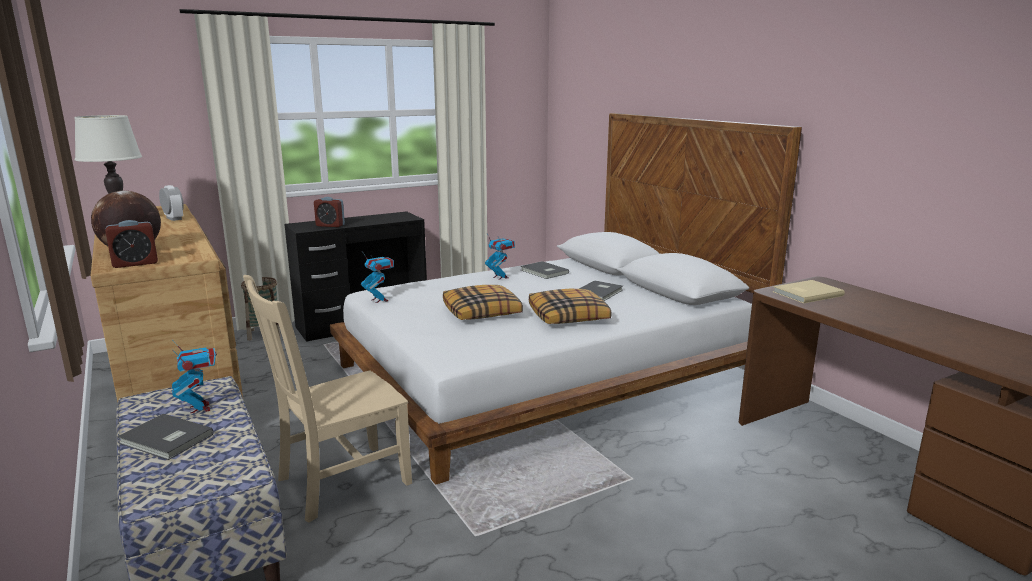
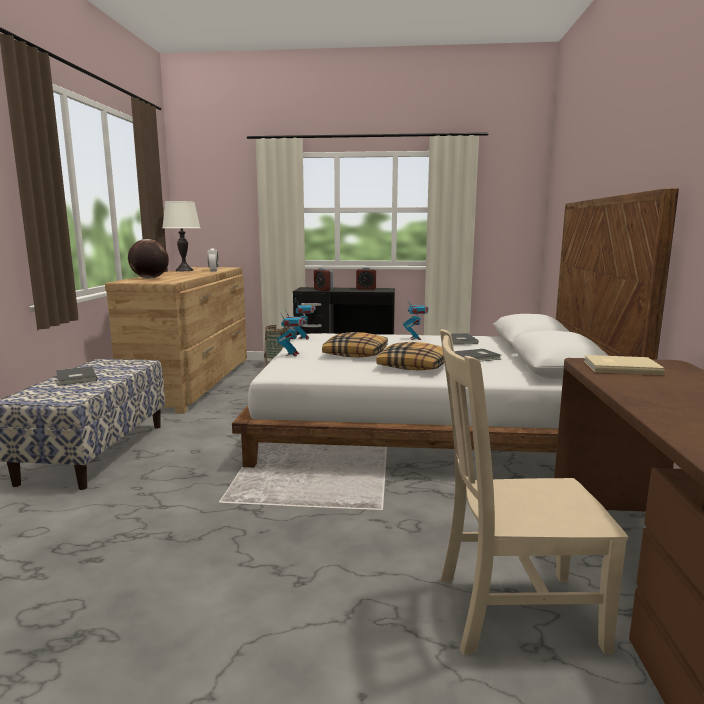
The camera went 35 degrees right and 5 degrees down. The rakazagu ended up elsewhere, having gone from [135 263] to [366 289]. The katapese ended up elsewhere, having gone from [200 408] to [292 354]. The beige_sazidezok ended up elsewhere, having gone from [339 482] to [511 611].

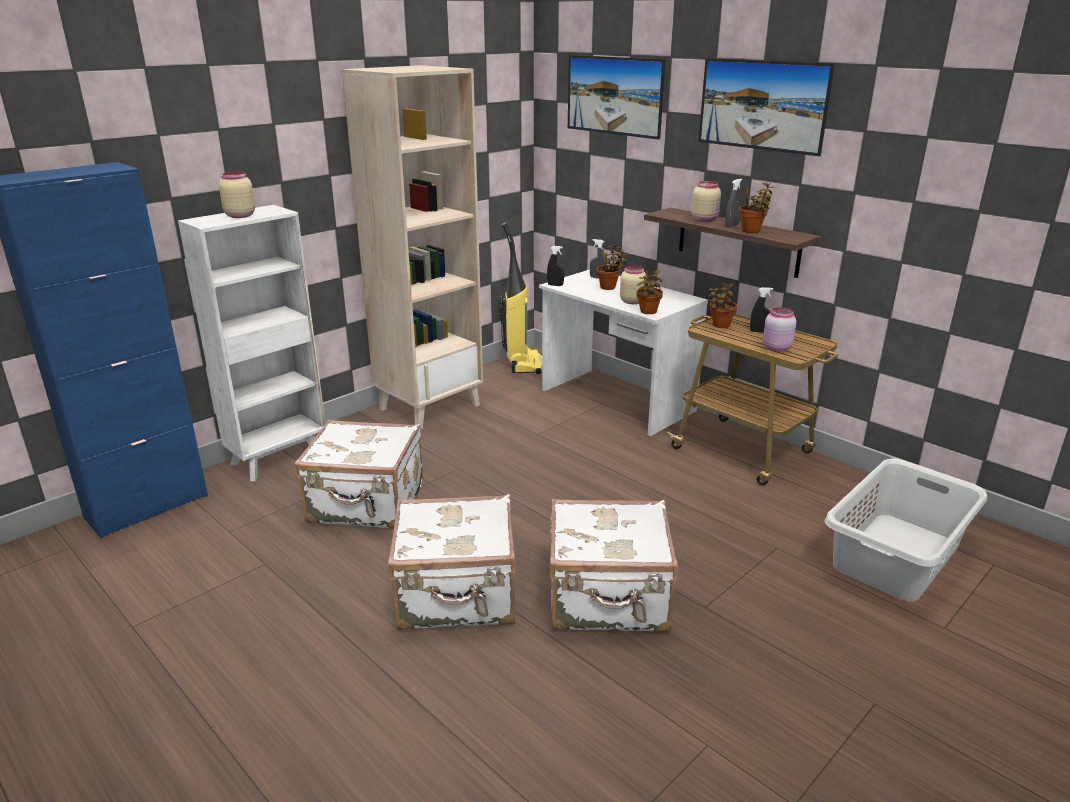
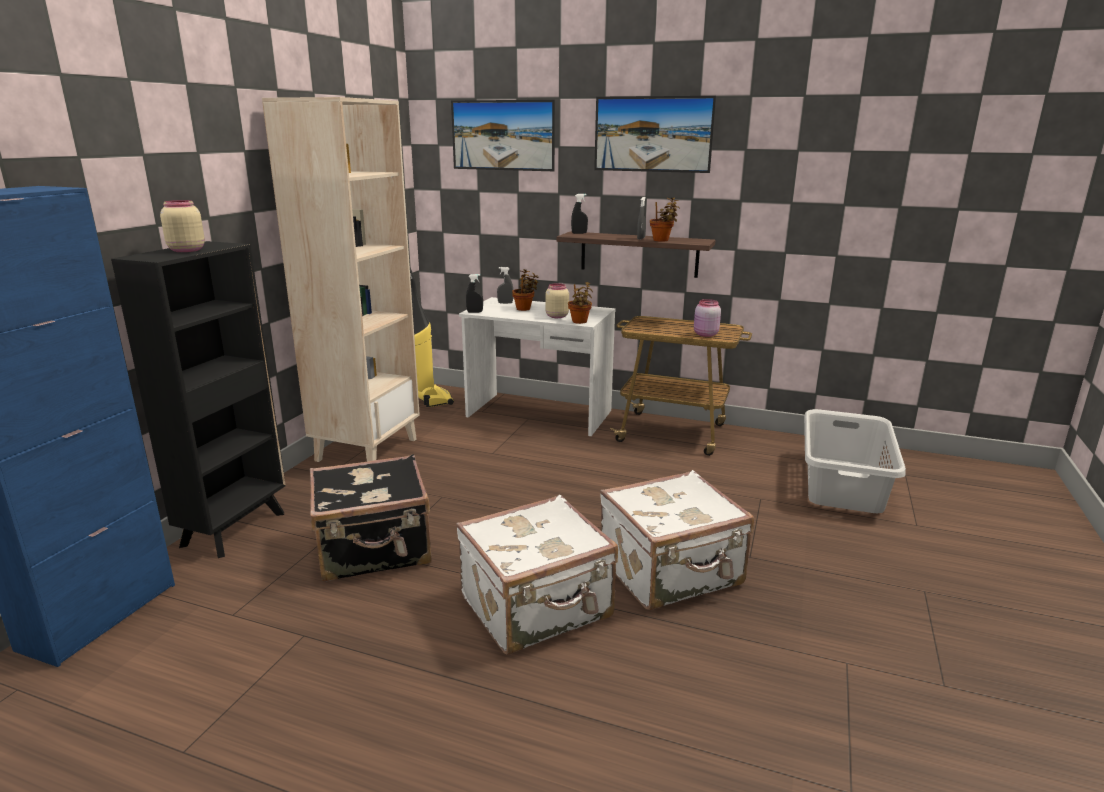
The camera went 25 degrees left and 5 degrees down. What was the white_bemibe at [279 458] turned into the black_bemibe at [236 528]. What was the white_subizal at [367 505] turned into the black_subizal at [374 550]. The second view lost the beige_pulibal at [705 219]. The second view lost the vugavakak at [720 326]. The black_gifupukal ended up elsewhere, having gone from [759 331] to [579 233].

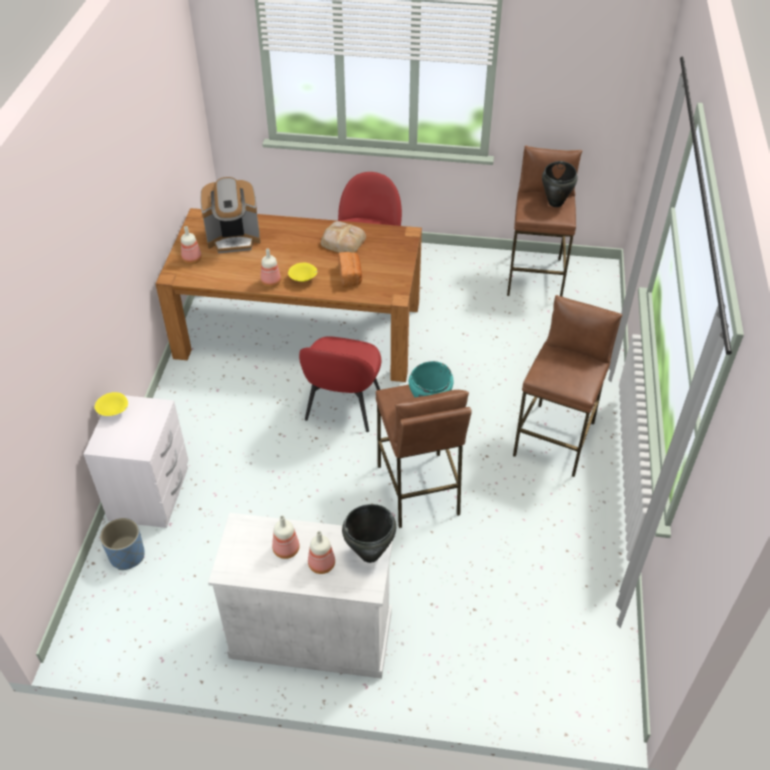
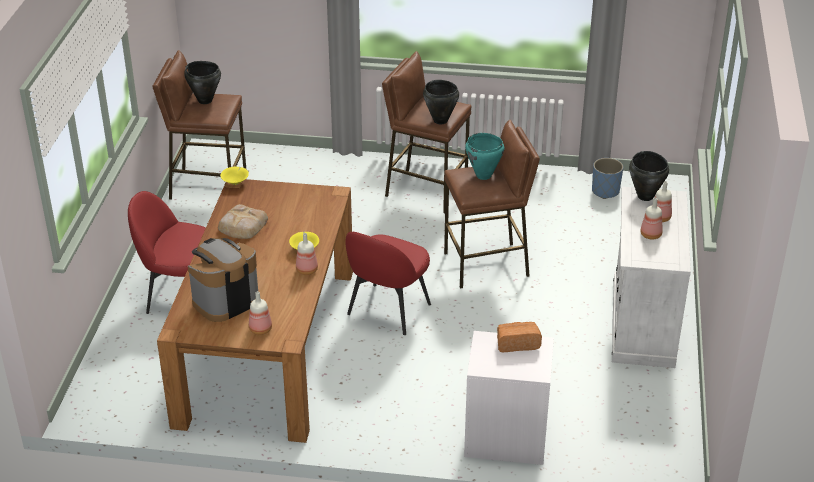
The camera went 90 degrees left and 10 degrees down. The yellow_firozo ended up elsewhere, having gone from [114 412] to [235 182]. The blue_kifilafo ended up elsewhere, having gone from [127 555] to [605 191]. The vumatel at [234 238] ended up facing another way, 120 degrees counterclockwise from before. The red_sazidezok at [342 408] ended up facing another way, 105 degrees clockwise from before. The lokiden ended up elsewhere, having gone from [350 276] to [517 344]. The second view gained the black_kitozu at [440 121].

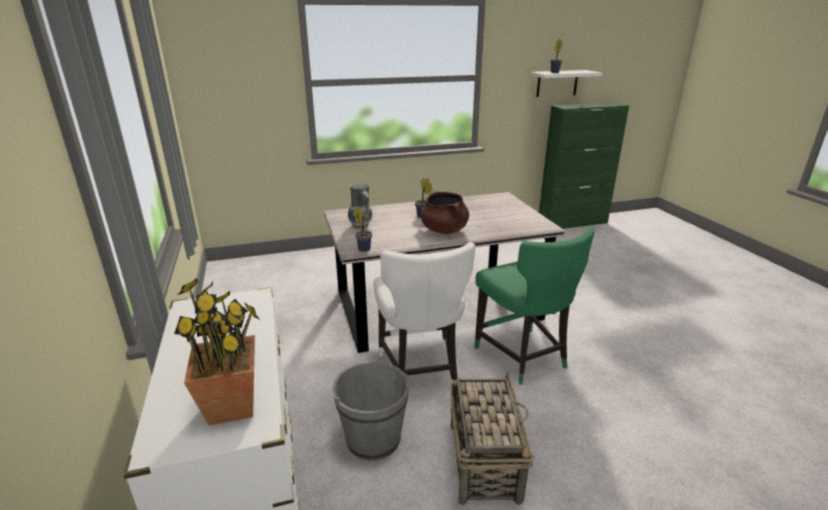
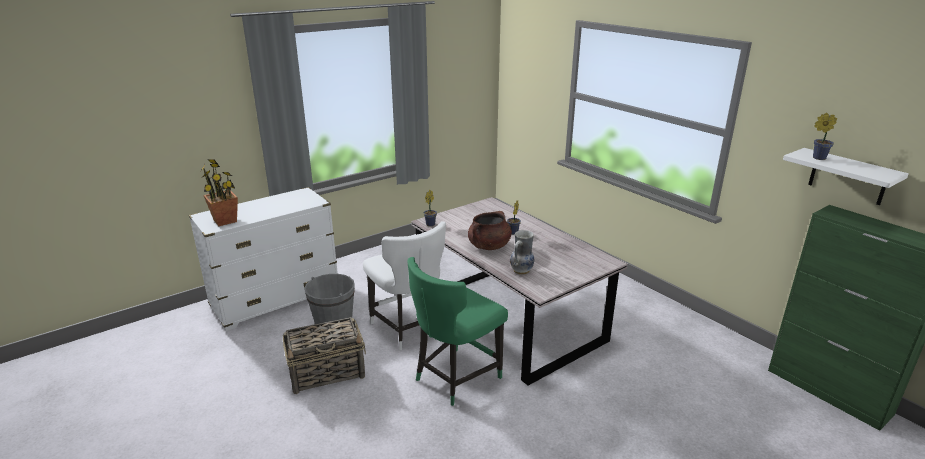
The camera went 70 degrees right and 0 degrees up. The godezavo ended up elsewhere, having gone from [361 225] to [522 271]. The white_sazidezok at [420 372] ended up facing another way, 90 degrees counterclockwise from before.

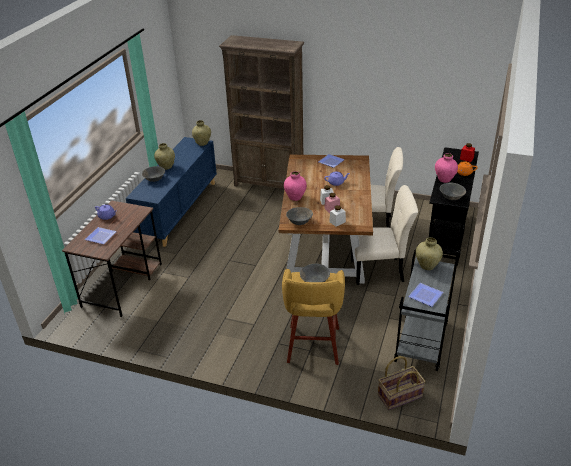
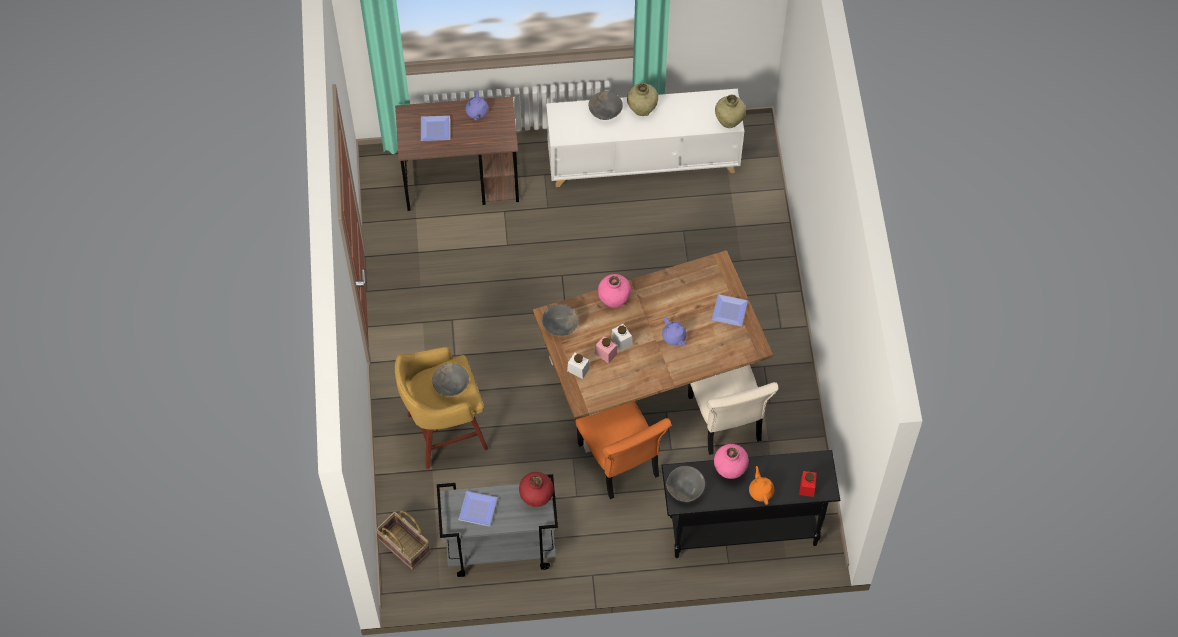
The camera went 65 degrees right and 25 degrees up. What was the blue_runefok at [179 210] turned into the white_runefok at [643 161]. The second view lost the brown_bemibe at [269 184]. What was the beige_sazidezok at [379 271] turned into the orange_sazidezok at [620 463]. What was the beige_godezavo at [427 266] turned into the red_godezavo at [536 498].

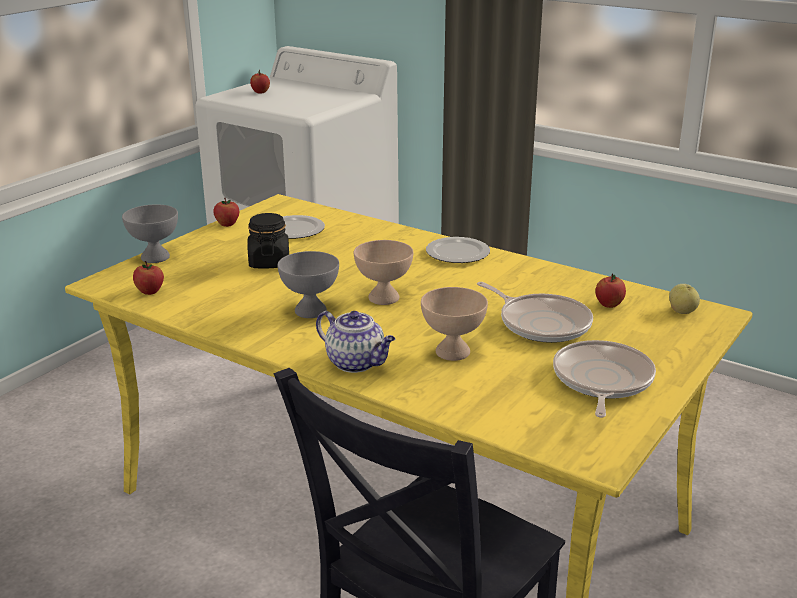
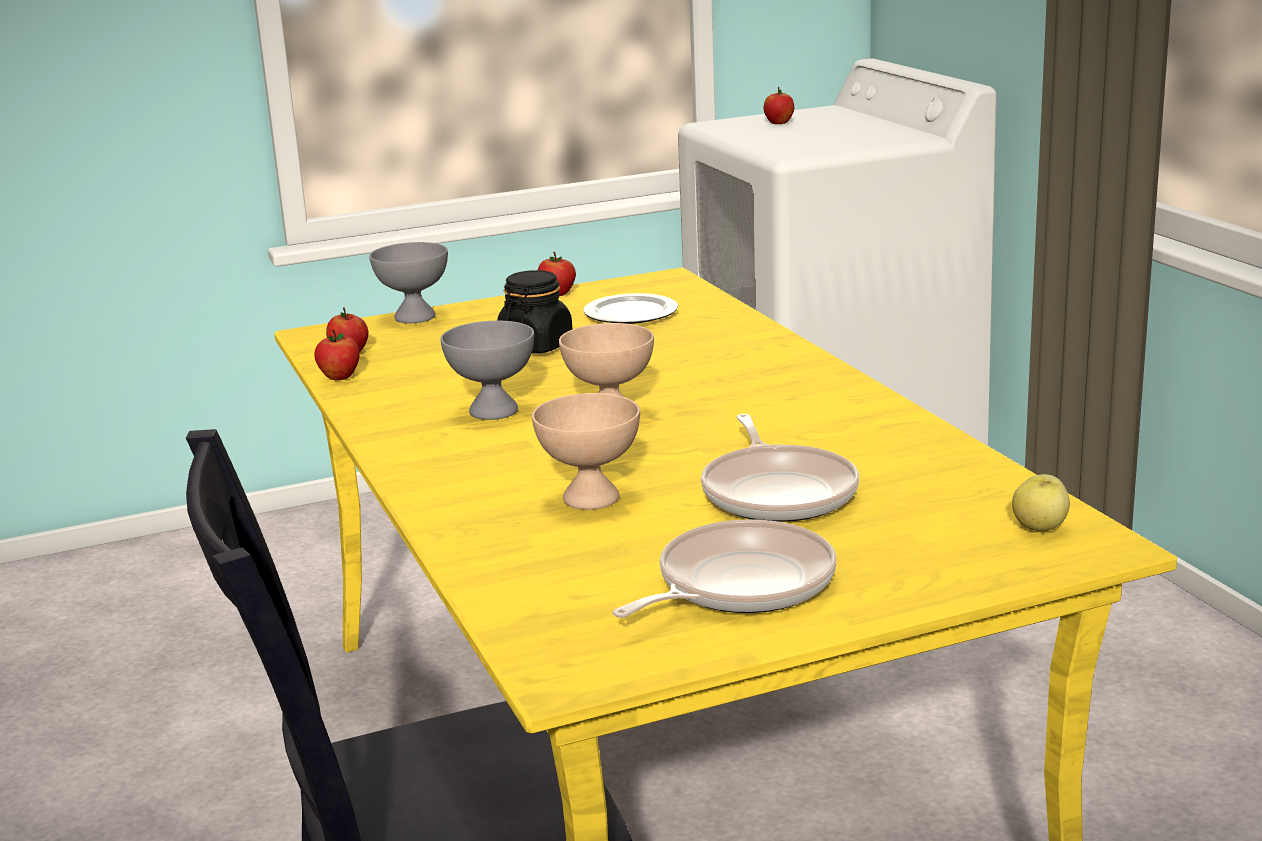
The camera went 35 degrees right and 5 degrees down. The second view lost the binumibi at [357 363]. The second view lost the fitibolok at [456 253]. The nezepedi ended up elsewhere, having gone from [609 304] to [339 377].

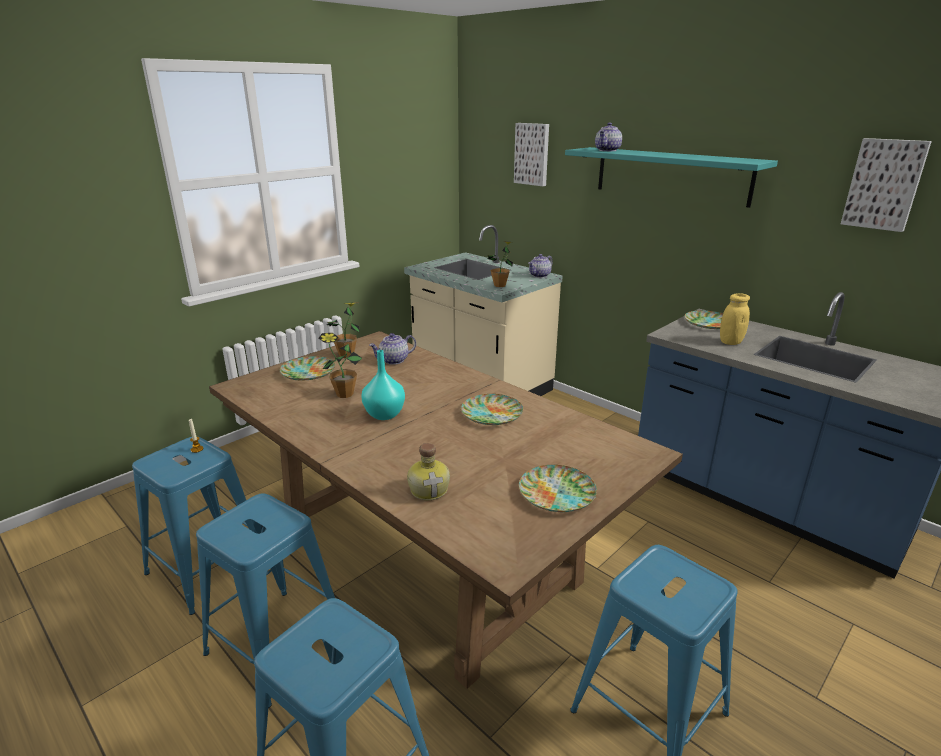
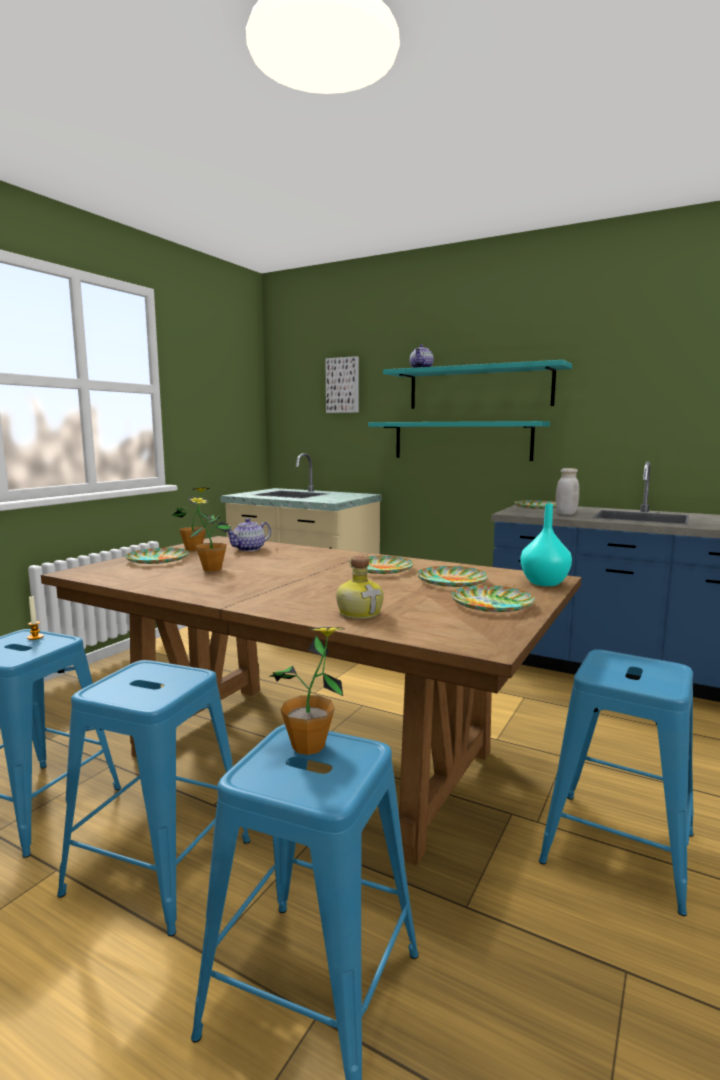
The camera went 15 degrees left and 15 degrees down. The turquoise_godezavo ended up elsewhere, having gone from [383 414] to [543 583]. The vugavakak ended up elsewhere, having gone from [500 285] to [308 746]. The second view lost the binumibi at [540 275]. What was the yellow_pulibal at [730 342] turned into the white_pulibal at [566 514]. The second view lost the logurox at [884 184]. The second view gained the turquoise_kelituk at [461 440]. The second view gained the fitibolok at [452 581].

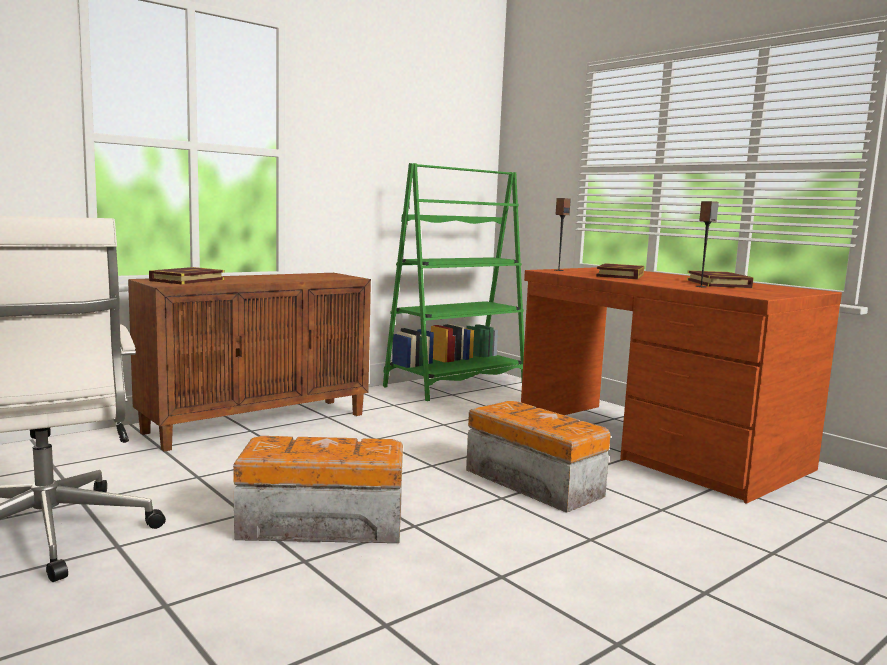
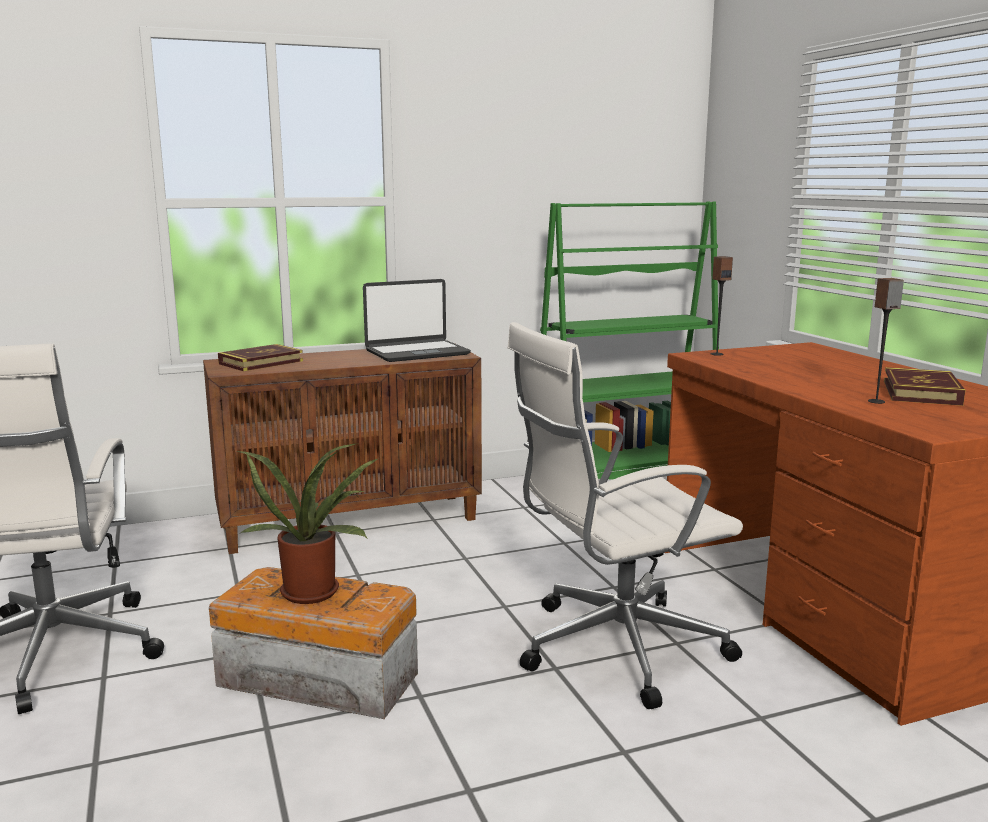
The camera went 20 degrees right and 5 degrees up. Where the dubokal stood at [533 482], the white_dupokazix came to stand at [615 648]. The second view lost the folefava at [620 275]. The second view gained the vugavakak at [314 590]. The second view gained the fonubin at [416 352].

